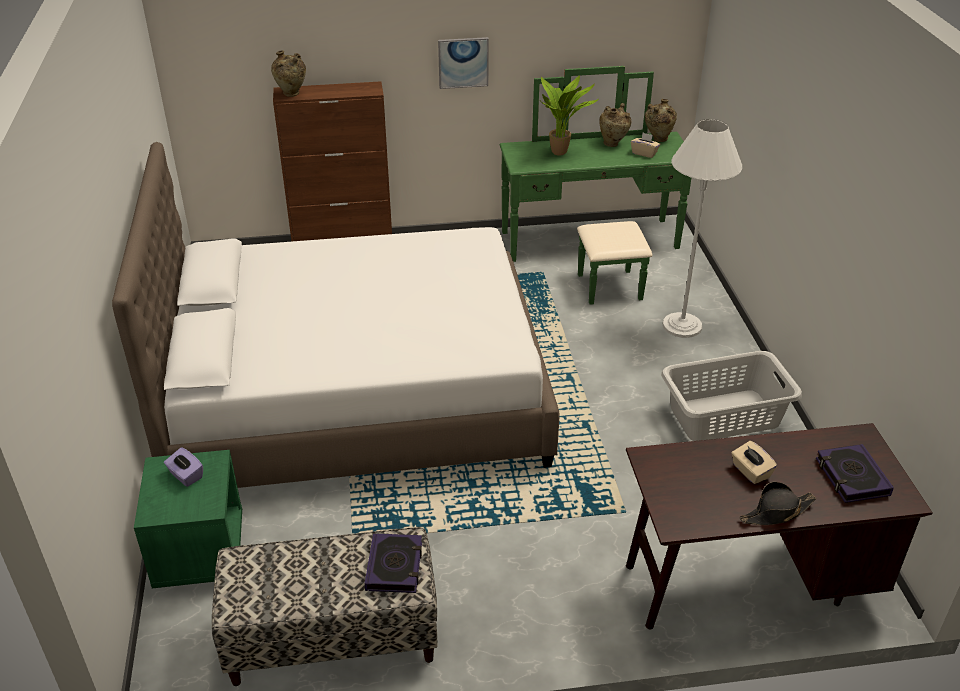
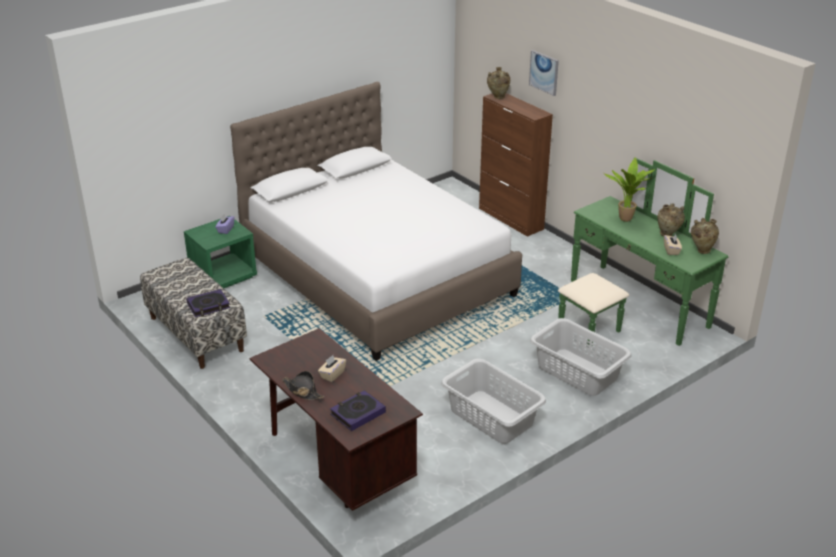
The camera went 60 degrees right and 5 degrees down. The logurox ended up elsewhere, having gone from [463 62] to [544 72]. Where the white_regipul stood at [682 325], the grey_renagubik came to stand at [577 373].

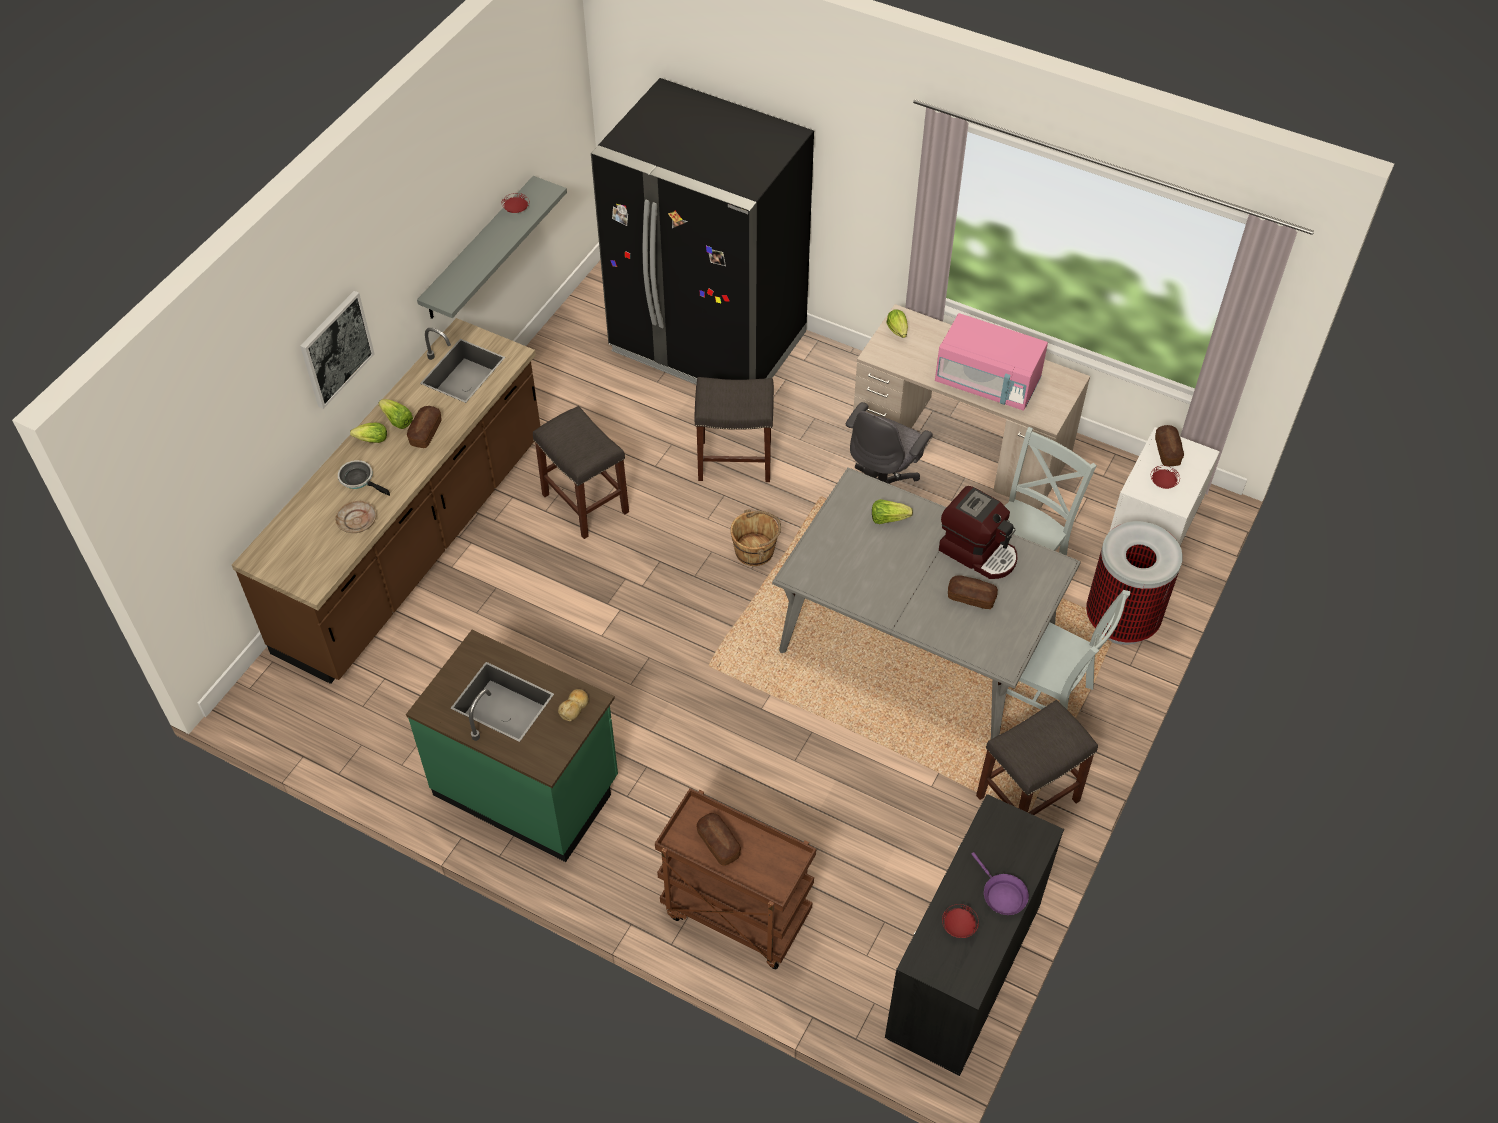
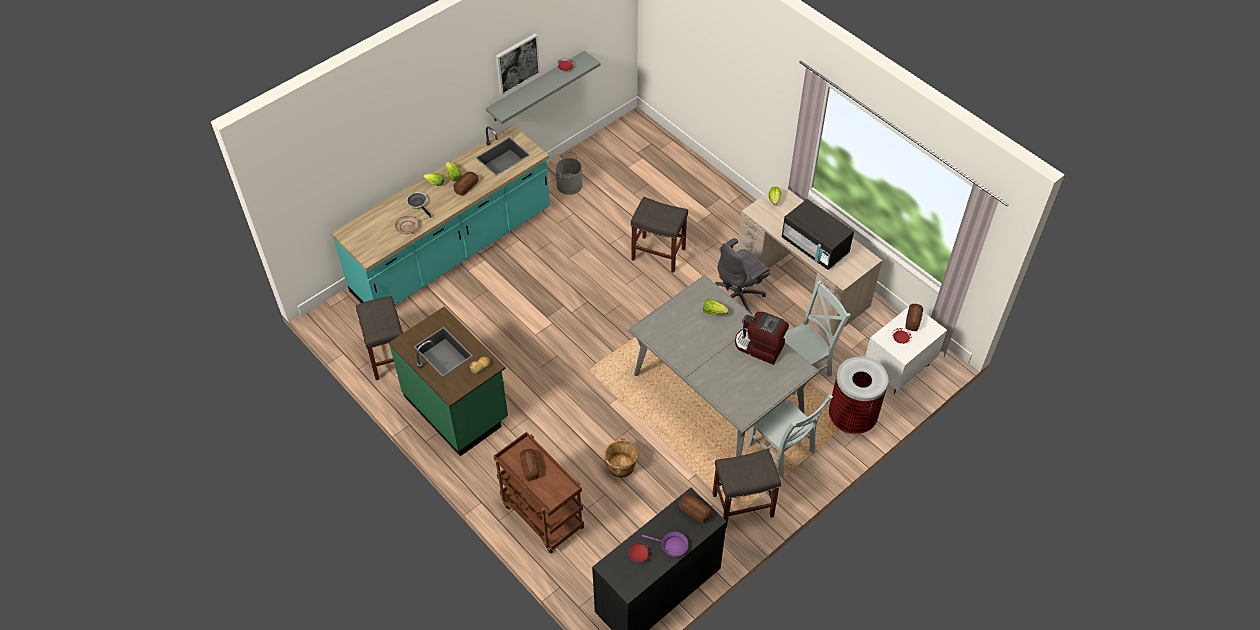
The camera went 20 degrees right and 0 degrees up. What was the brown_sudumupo at [415 544] turned into the turquoise_sudumupo at [453 251]. The logurox ended up elsewhere, having gone from [336 349] to [517 63]. The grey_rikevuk ended up elsewhere, having gone from [584 503] to [388 356]. The second view lost the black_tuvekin at [708 343]. The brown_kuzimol ended up elsewhere, having gone from [755 551] to [621 466]. What was the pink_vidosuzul at [987 383] turned into the black_vidosuzul at [815 247]. The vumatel at [978 552] ended up facing another way, 150 degrees clockwise from before. The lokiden ended up elsewhere, having gone from [971 597] to [694 511]. The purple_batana at [1001 895] ended up facing another way, 60 degrees counterclockwise from before. The second view gained the grey_kuzimol at [570 185].

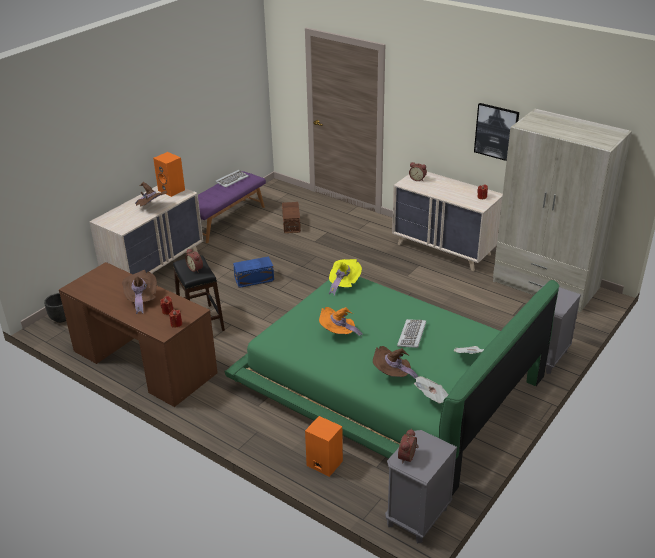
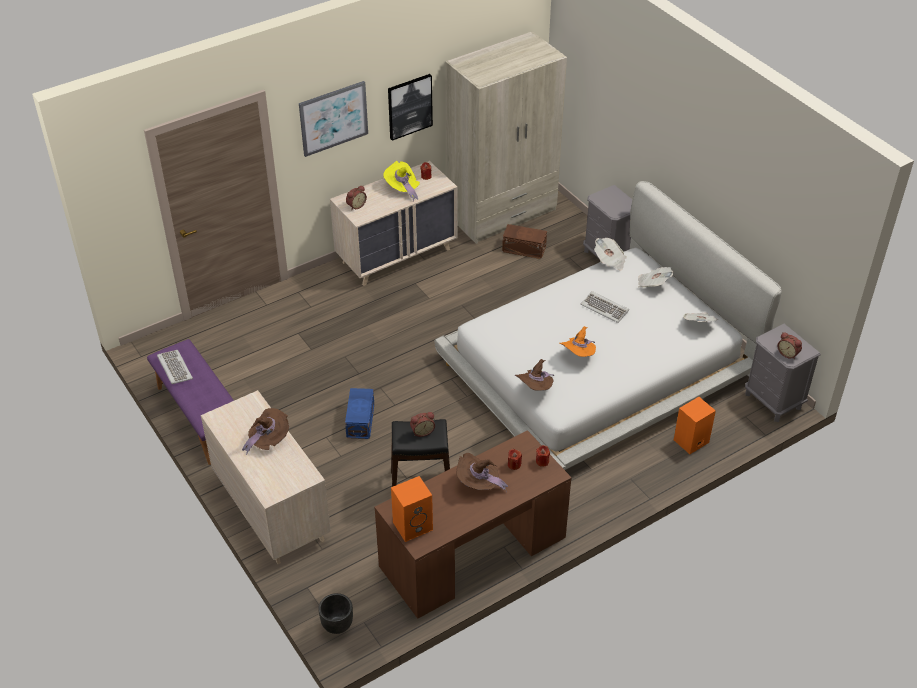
The camera went 70 degrees left and 10 degrees up. The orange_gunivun ended up elsewhere, having gone from [172 190] to [413 525]. What was the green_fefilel at [388 383] turned into the white_fefilel at [599 366]. The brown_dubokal ended up elsewhere, having gone from [292 224] to [523 248]. The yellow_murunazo ended up elsewhere, having gone from [343 284] to [402 189]. The brown_murunazo ended up elsewhere, having gone from [392 374] to [535 389]. The second view gained the logurox at [333 118]. The second view gained the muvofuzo at [610 261].

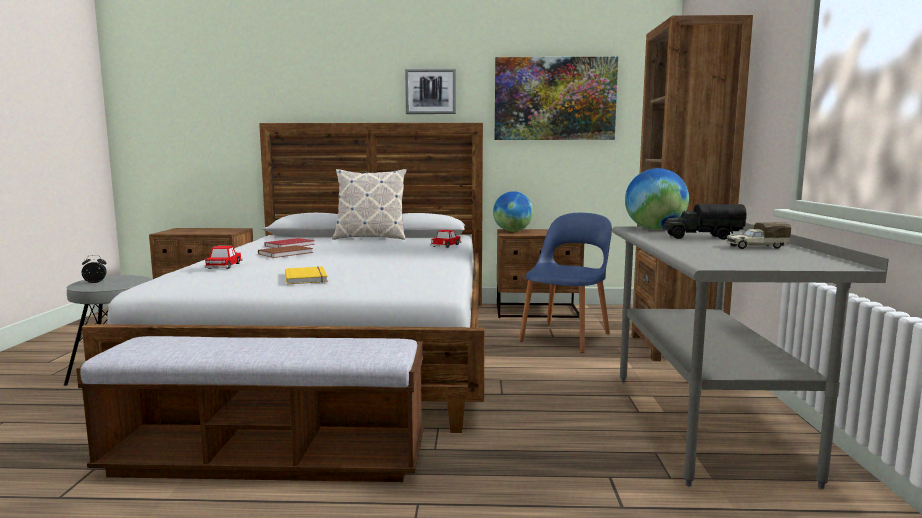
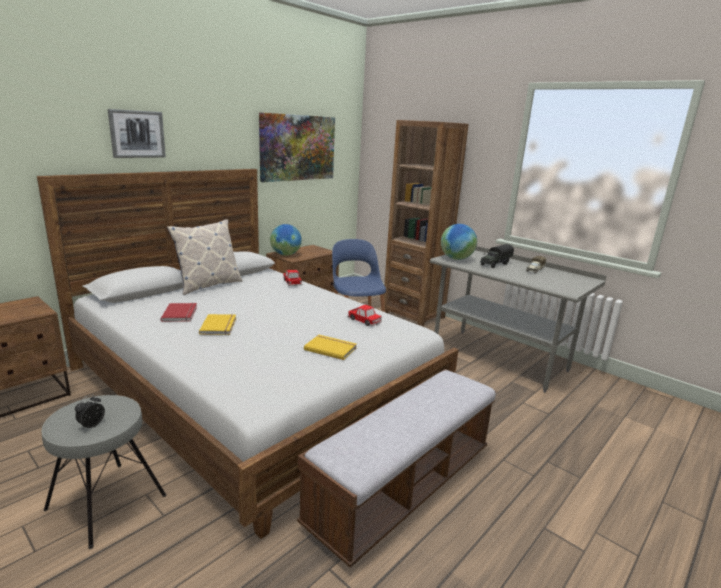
The camera went 50 degrees left and 10 degrees up. The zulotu ended up elsewhere, having gone from [224 266] to [364 320]. What was the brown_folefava at [286 253] turned into the yellow_folefava at [220 326]. The logurox ended up elsewhere, having gone from [430 91] to [137 134].

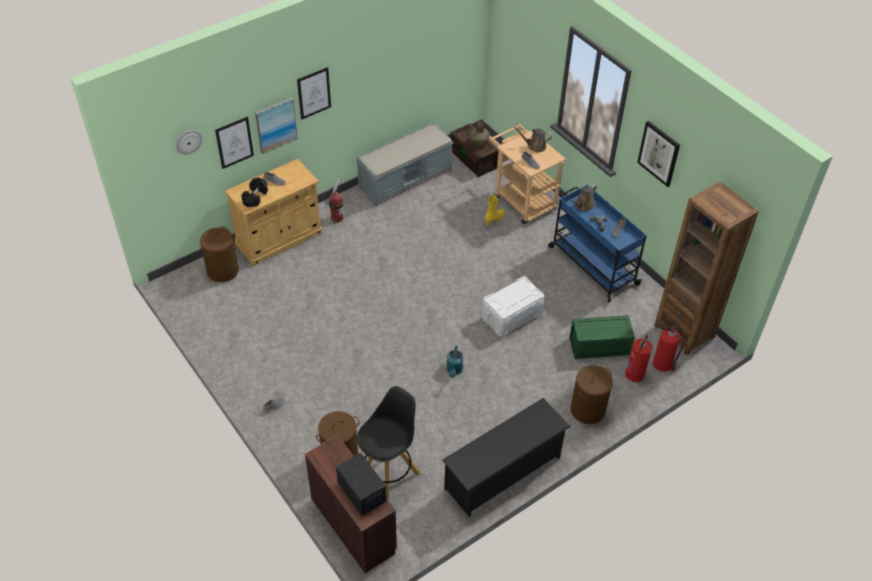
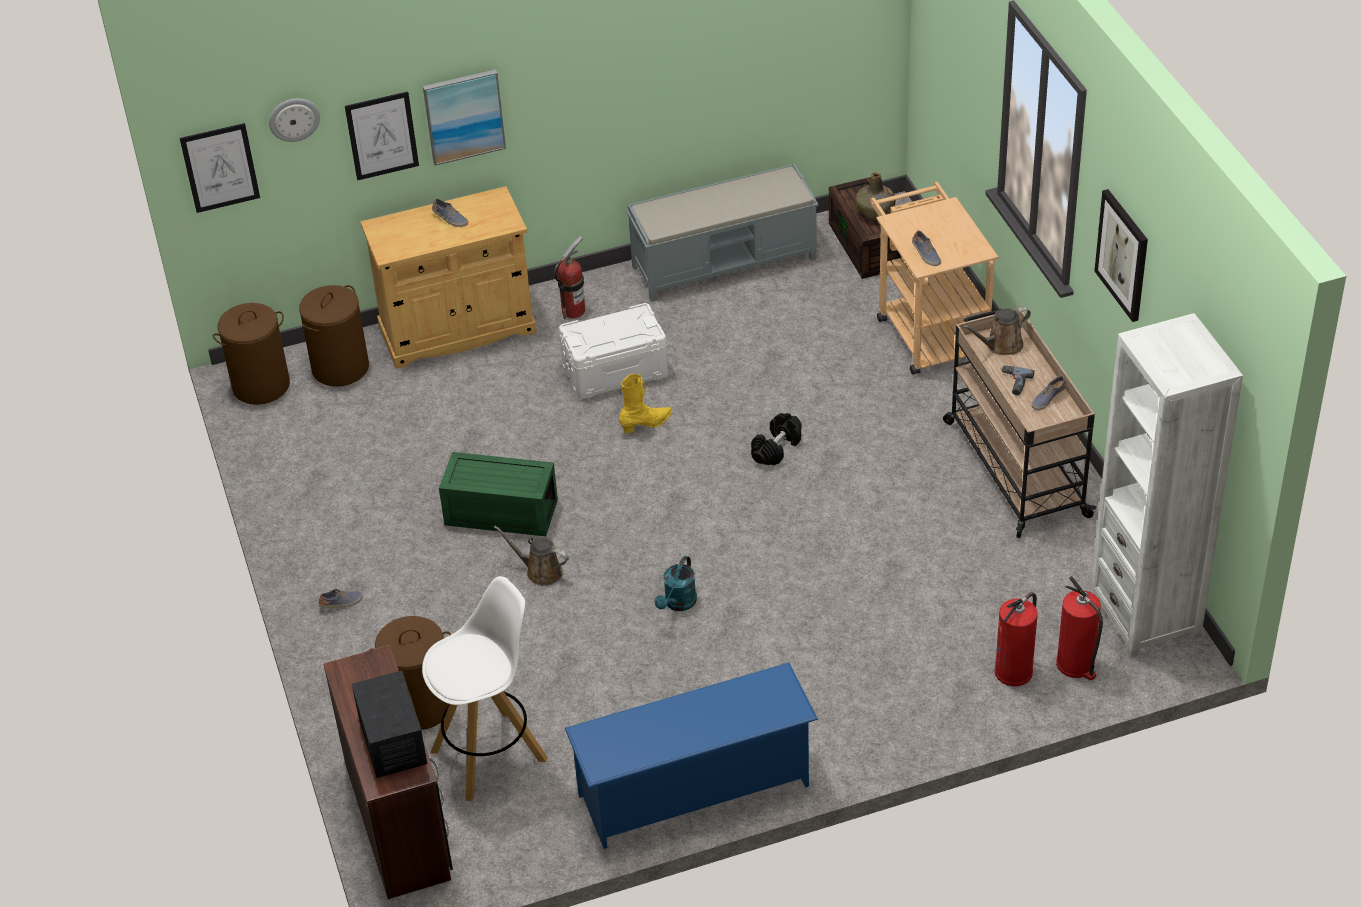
The camera went 20 degrees right and 5 degrees down. The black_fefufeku ended up elsewhere, having gone from [255 197] to [776 449]. The logurox ended up elsewhere, having gone from [314 93] to [220 167]. What was the black_rikevuk at [388 476] turned into the white_rikevuk at [490 754]. What was the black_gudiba at [503 473] turned into the blue_gudiba at [695 790]. The white_dubokal ended up elsewhere, having gone from [511 316] to [615 371]. The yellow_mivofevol ended up elsewhere, having gone from [495 219] to [646 424]. The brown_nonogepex ended up elsewhere, having gone from [534 146] to [540 571]. What was the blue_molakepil at [592 265] turned into the beige_molakepil at [1015 467]. The green_dubokal ended up elsewhere, having gone from [599 346] to [499 513]. The brown_renagubik ended up elsewhere, having gone from [587 410] to [260 386]. What was the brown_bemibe at [684 331] turned into the white_bemibe at [1145 615].

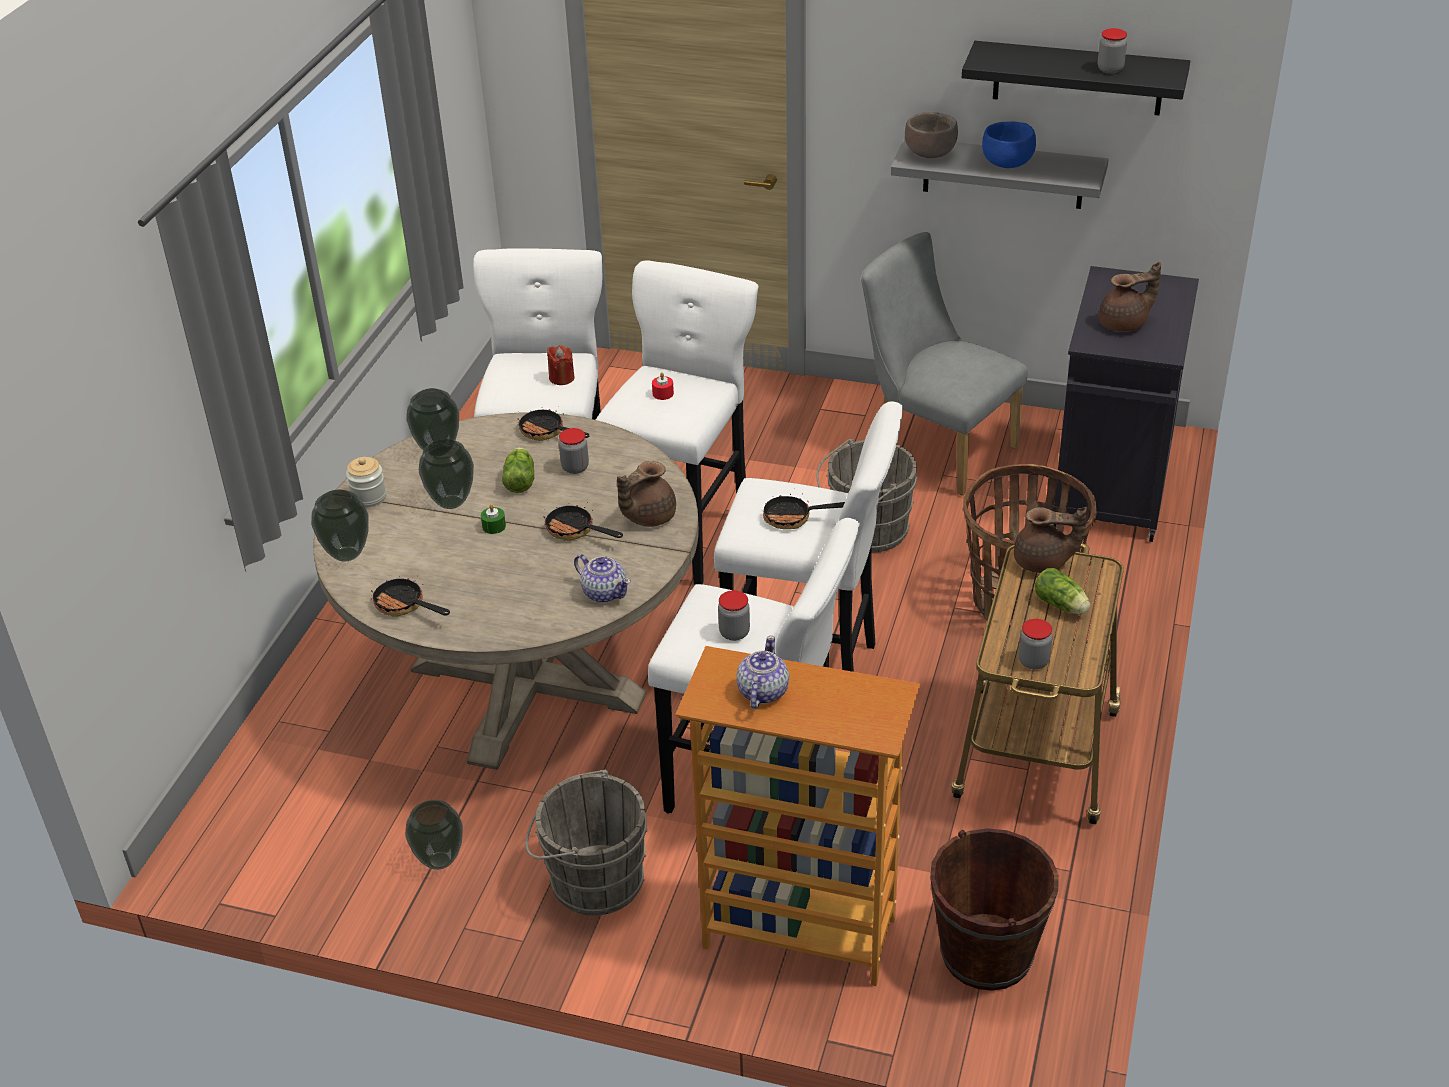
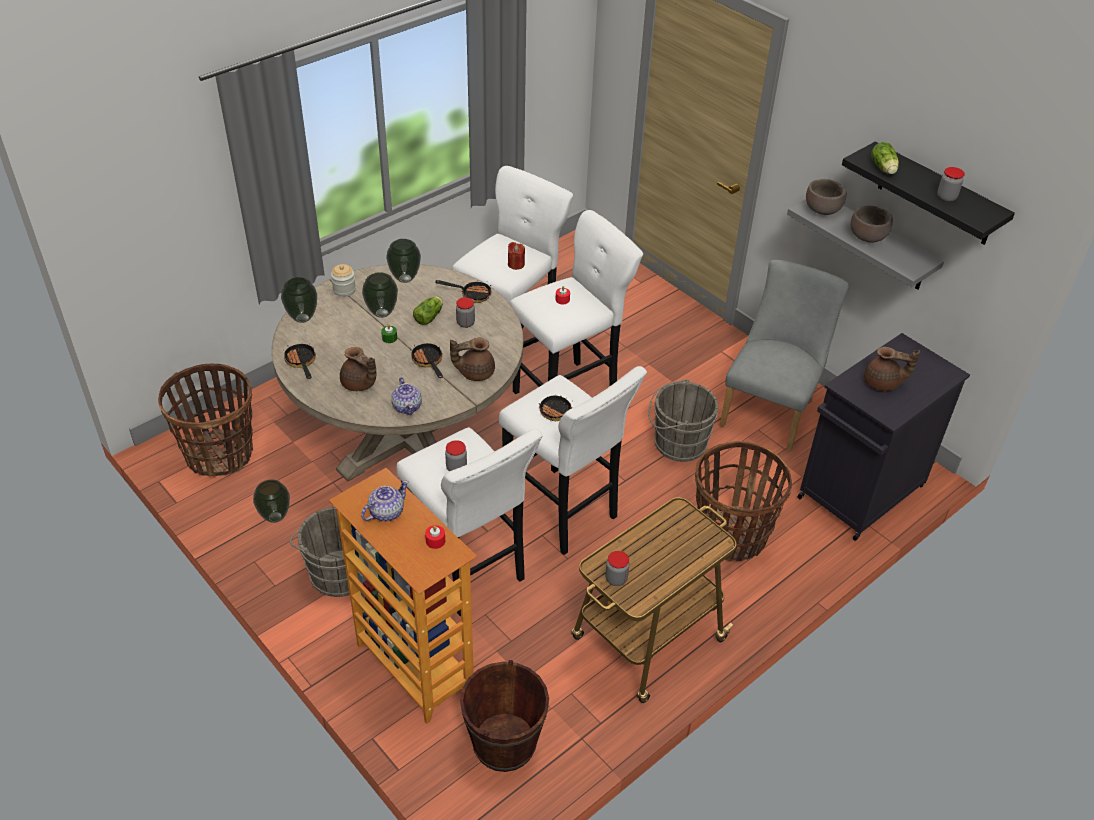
The camera went 30 degrees right and 5 degrees up. The batana at [547 433] ended up facing another way, 120 degrees clockwise from before. The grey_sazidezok at [935 448] ended up facing another way, 45 degrees clockwise from before. What was the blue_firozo at [1008 164] turned into the brown_firozo at [867 238]. The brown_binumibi ended up elsewhere, having gone from [1043 562] to [359 384]. The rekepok ended up elsewhere, having gone from [1062 606] to [884 169]. The second view gained the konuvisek at [220 454]. The second view gained the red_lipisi at [435 541].

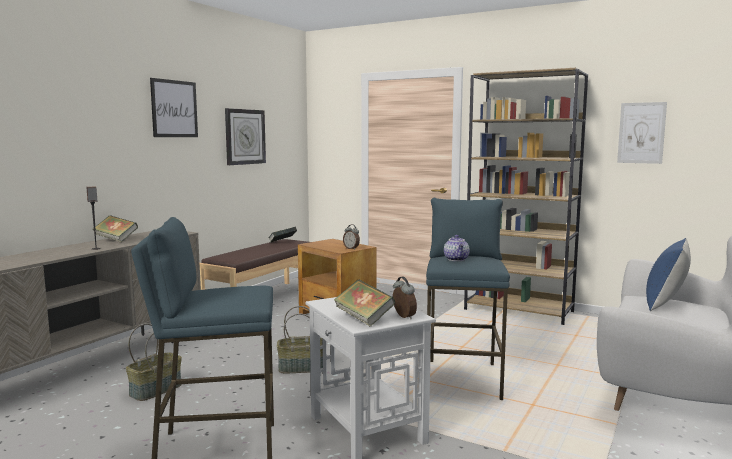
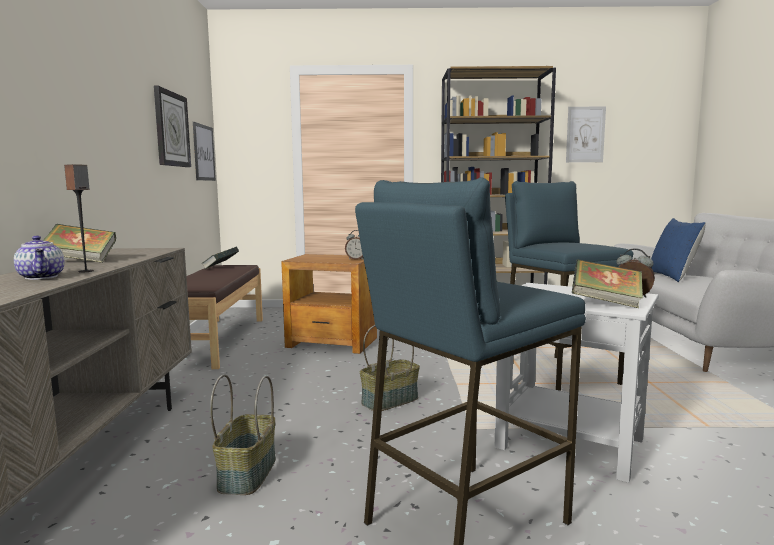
The camera went 30 degrees left and 0 degrees up. The logurox ended up elsewhere, having gone from [174 108] to [203 152]. The binumibi ended up elsewhere, having gone from [457 259] to [42 277].

